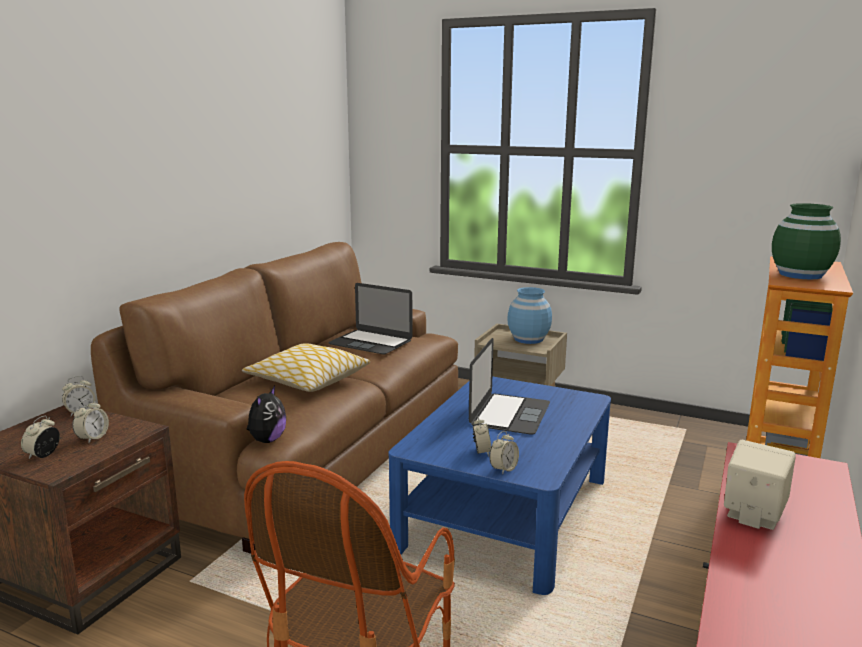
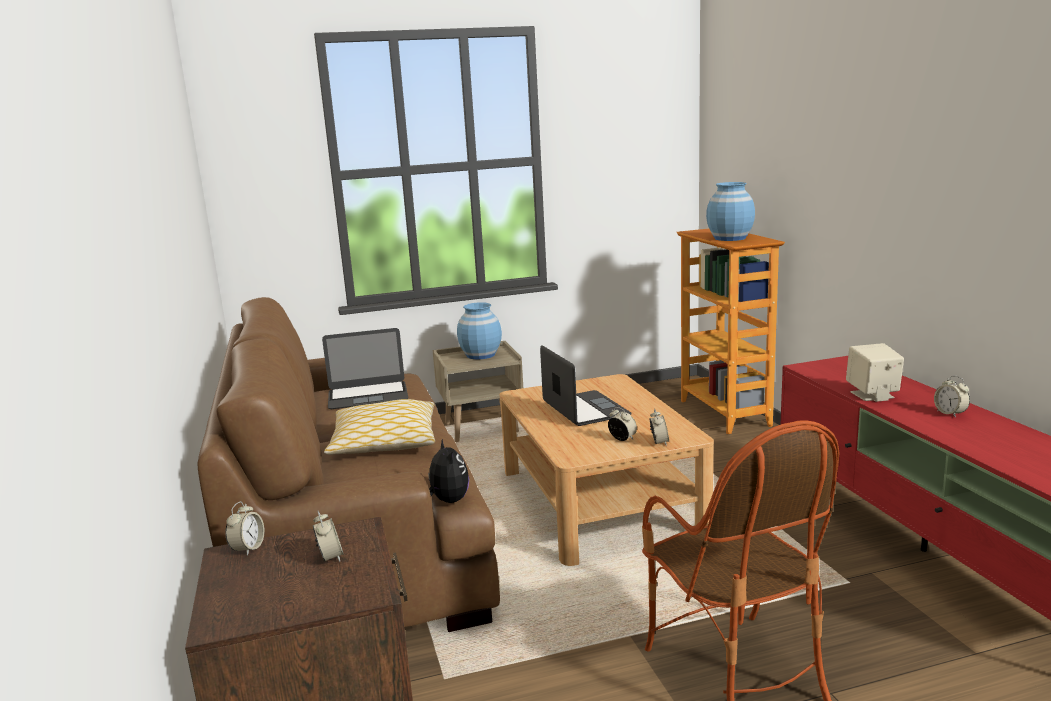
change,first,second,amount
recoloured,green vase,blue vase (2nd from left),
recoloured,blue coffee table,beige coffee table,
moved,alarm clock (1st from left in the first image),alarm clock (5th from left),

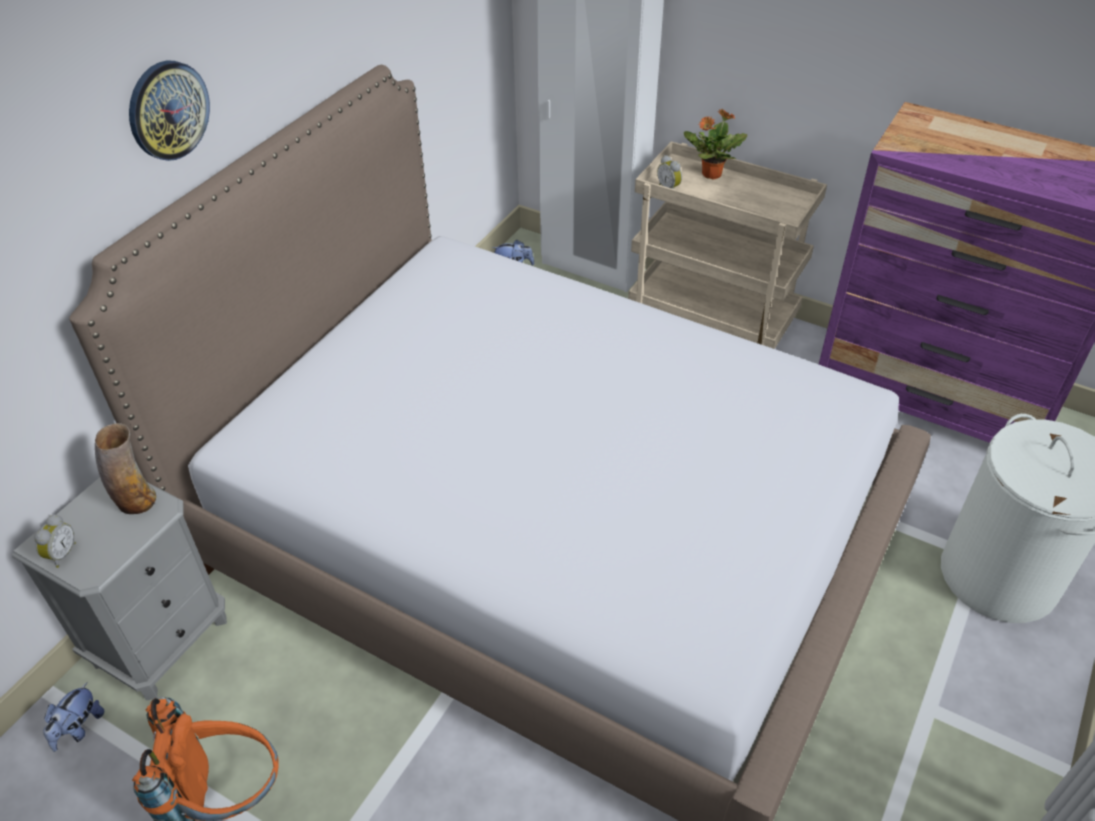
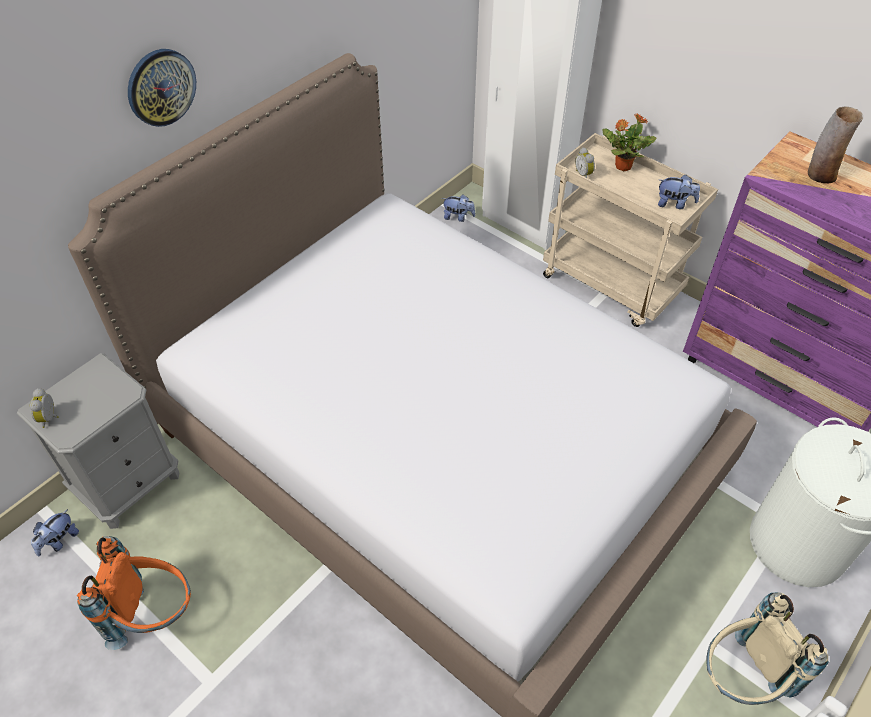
change,first,second,amount
moved,vase,,
turned,alarm clock (1st from left),,150 degrees clockwise
added,,plush toy (3rd from left),
added,,beige backpack,

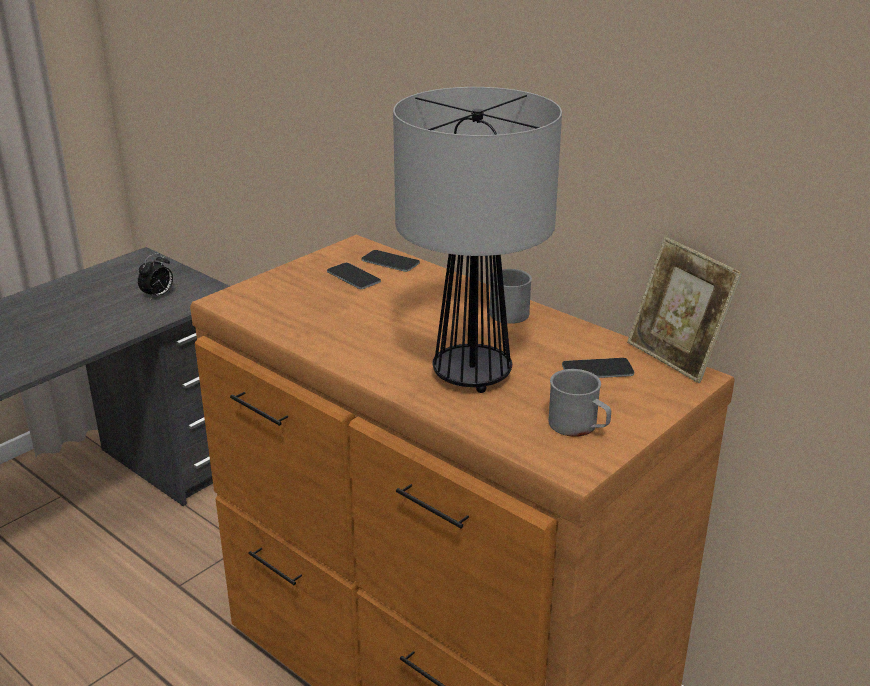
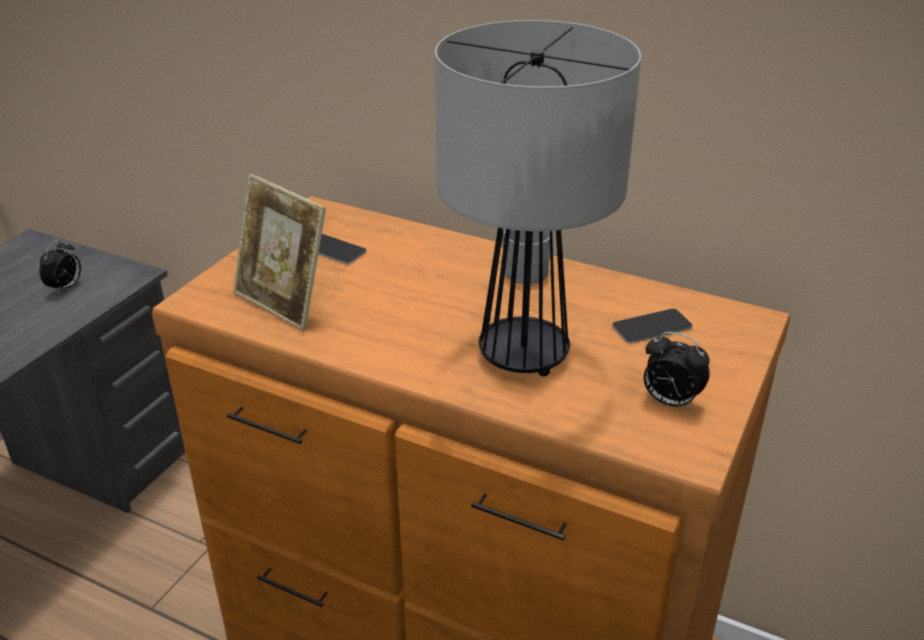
change,first,second,amount
moved,picture frame,,
removed,phone (2nd from left),,
replaced,grey mug (2nd from left),alarm clock (2nd from left),

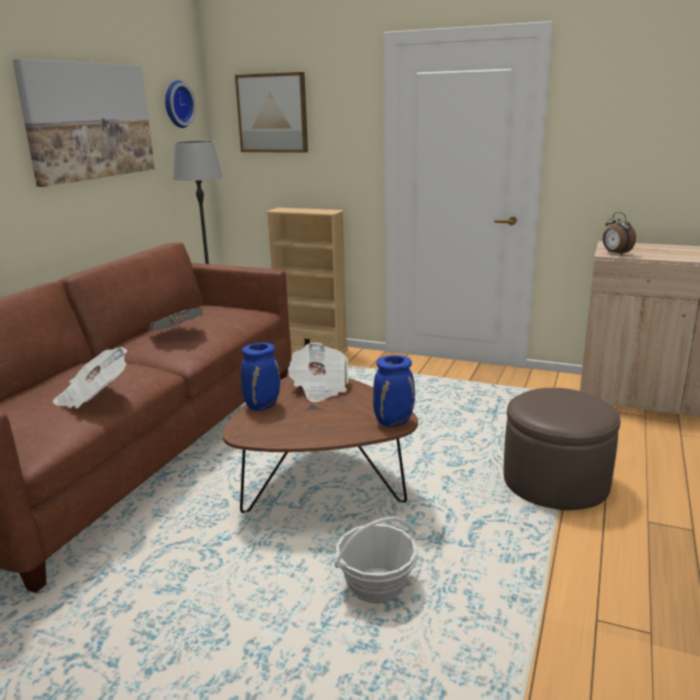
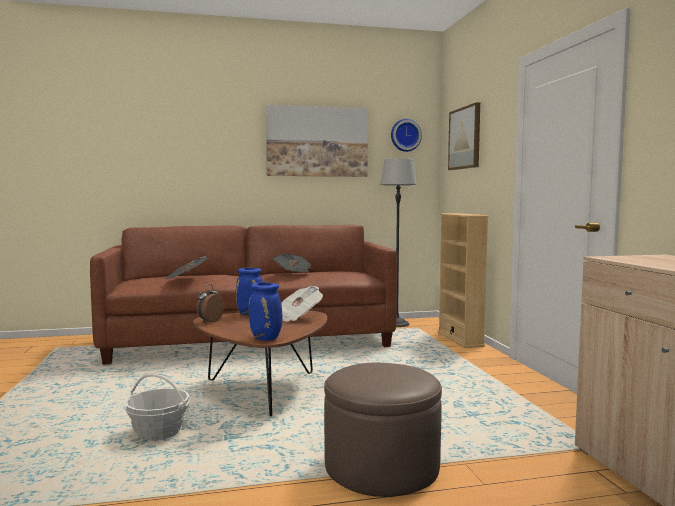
change,first,second,amount
moved,alarm clock,,

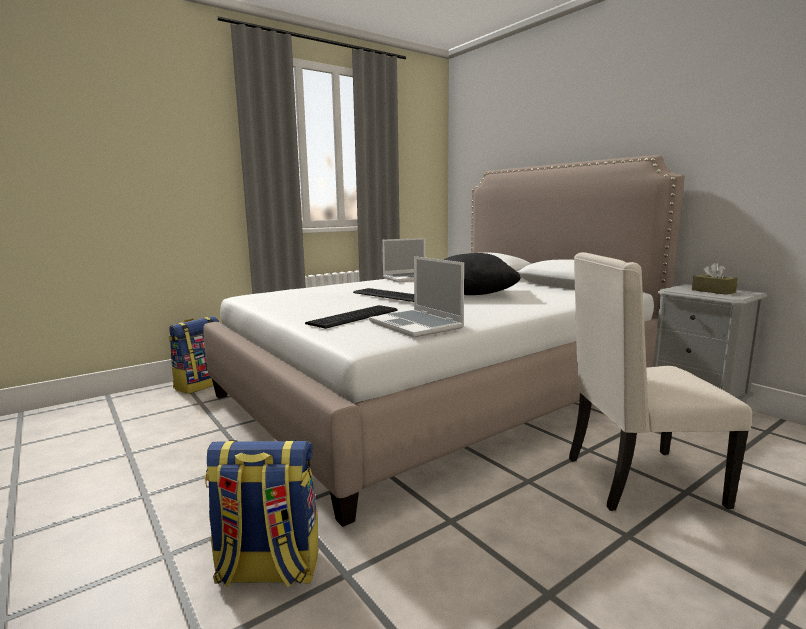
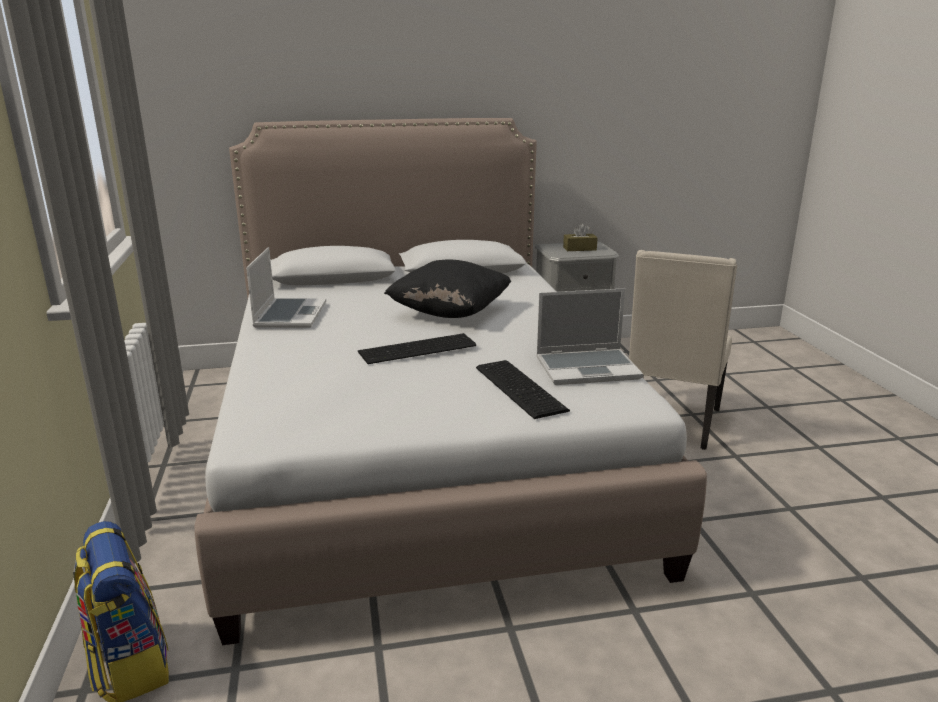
change,first,second,amount
removed,backpack (2nd from left),,

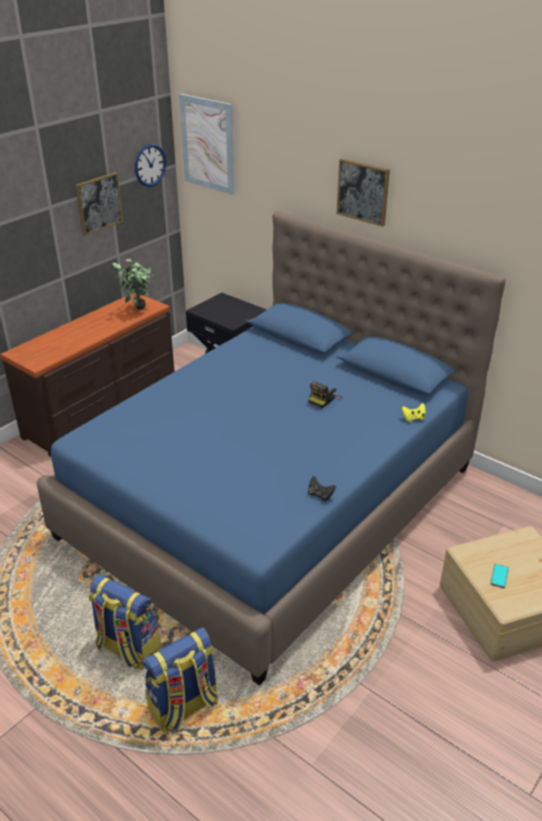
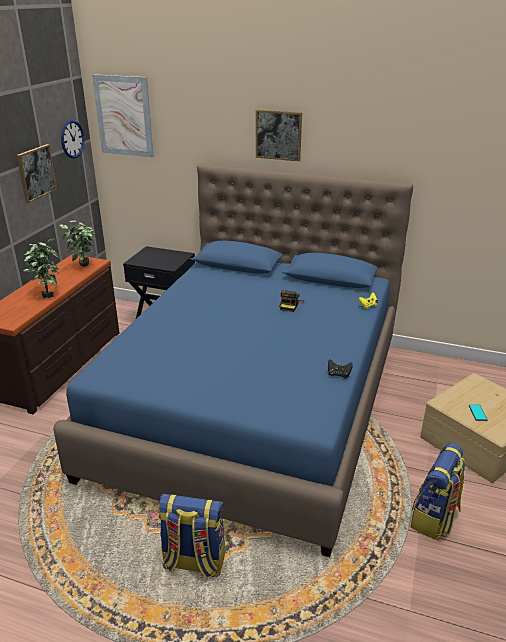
change,first,second,amount
moved,backpack (2nd from left),,
added,,potted plant (1st from left),

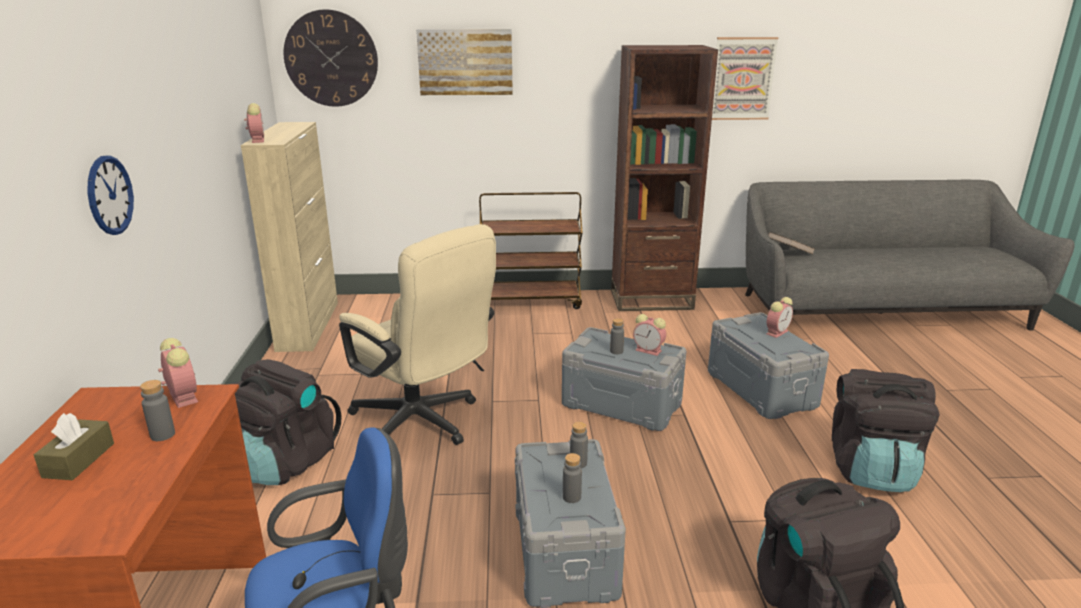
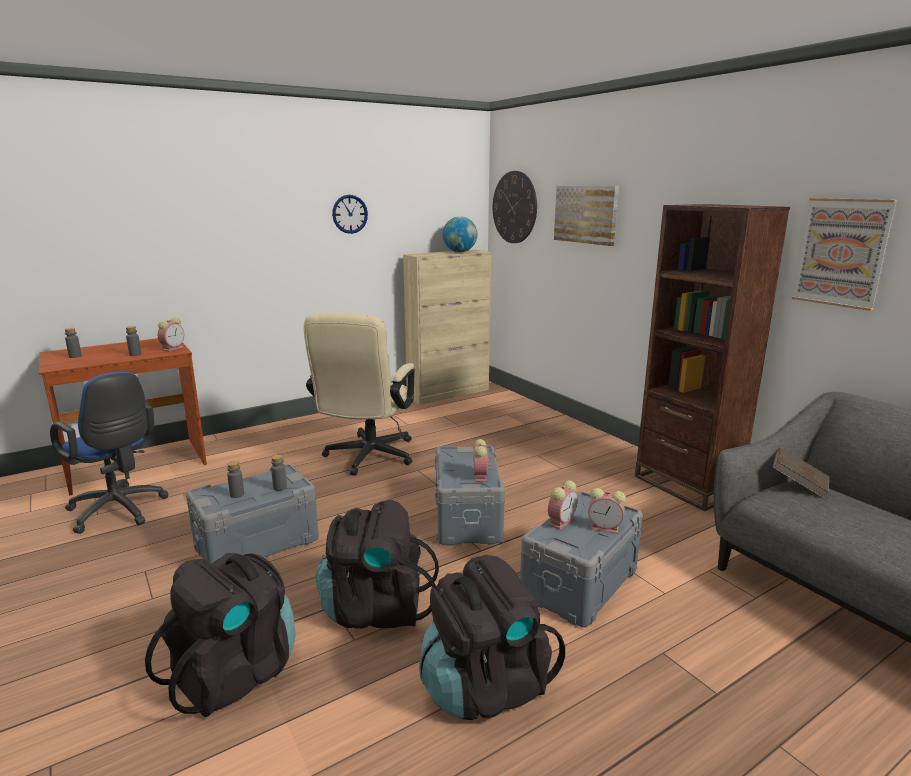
change,first,second,amount
moved,alarm clock (2nd from left in the first image),alarm clock (3rd from left),
moved,wall clock (1st from left),,
removed,brown cart,,
moved,grey bottle (4th from left in the first image),grey bottle (1st from left),
moved,black backpack (1st from left in the first image),black backpack (2nd from left),
removed,brown tissue box,,
added,,globe,

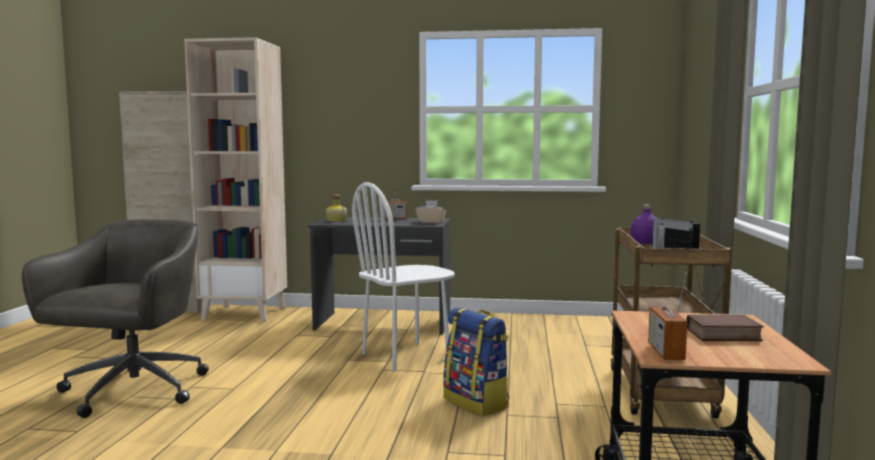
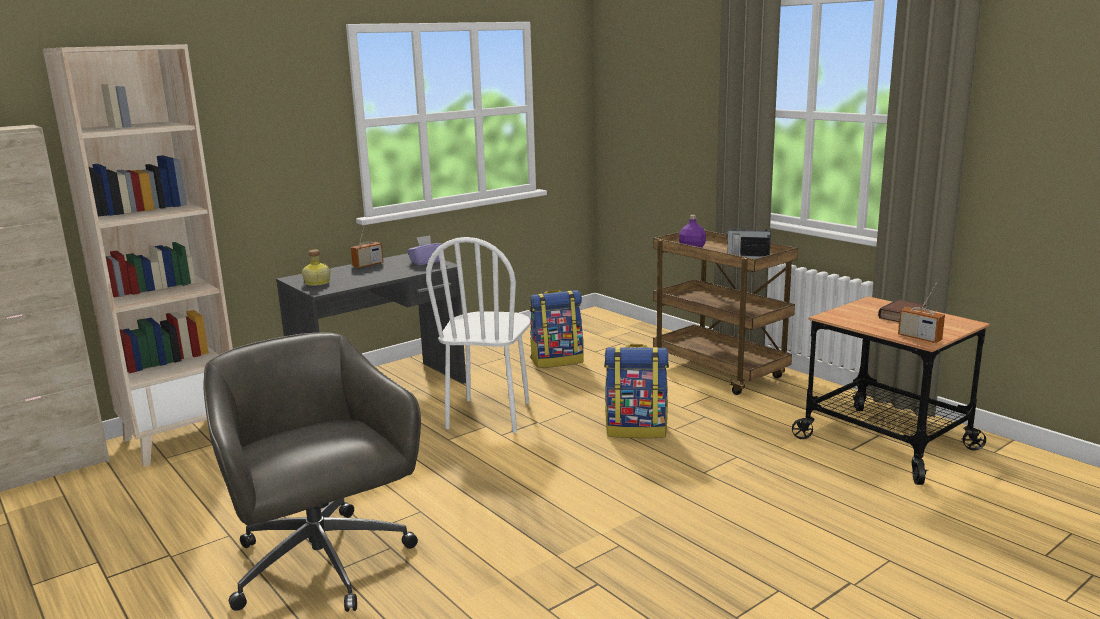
change,first,second,amount
recoloured,beige tissue box,purple tissue box,
added,,backpack (1st from left),

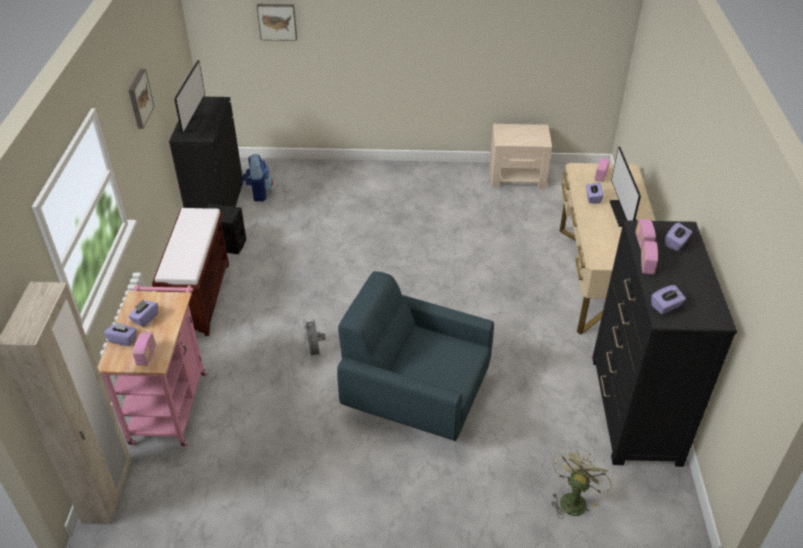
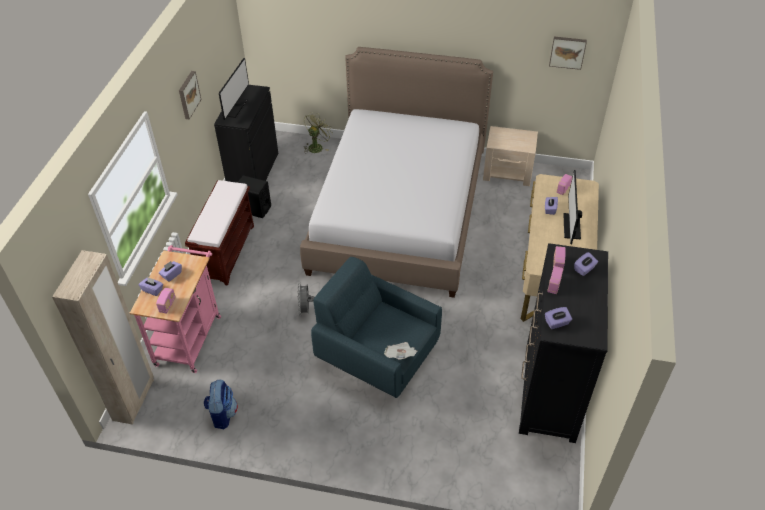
change,first,second,amount
moved,picture (2nd from left),,
moved,backpack,,
moved,green fan,,
added,,bed,
added,,newspaper,

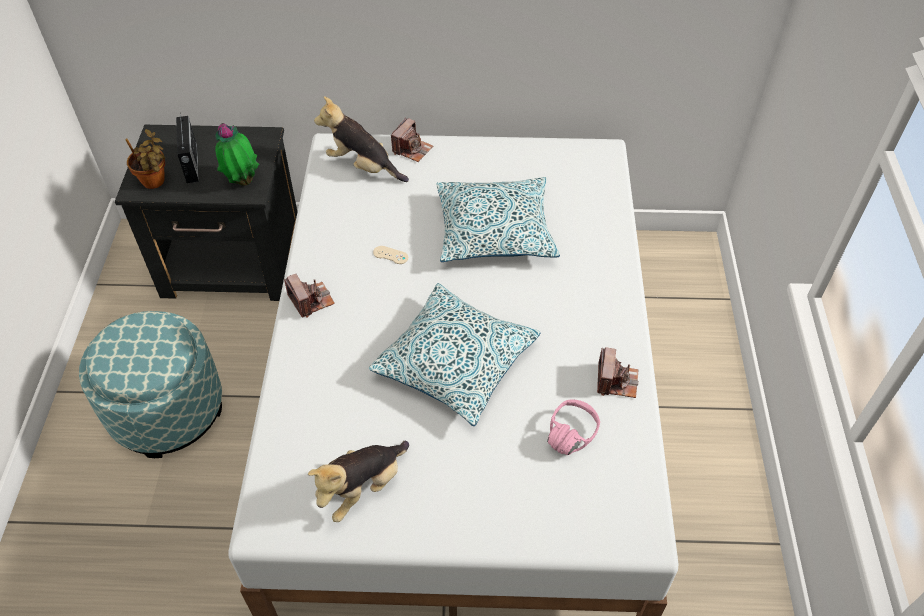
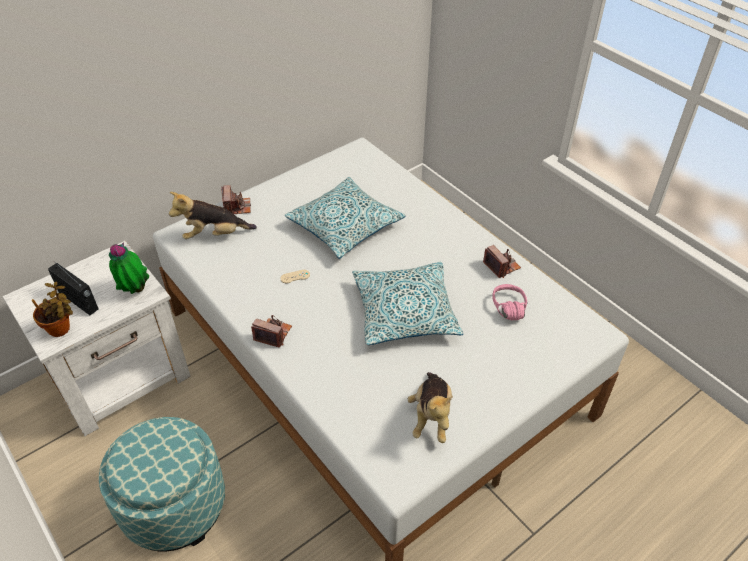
change,first,second,amount
recoloured,black nightstand,white nightstand,

